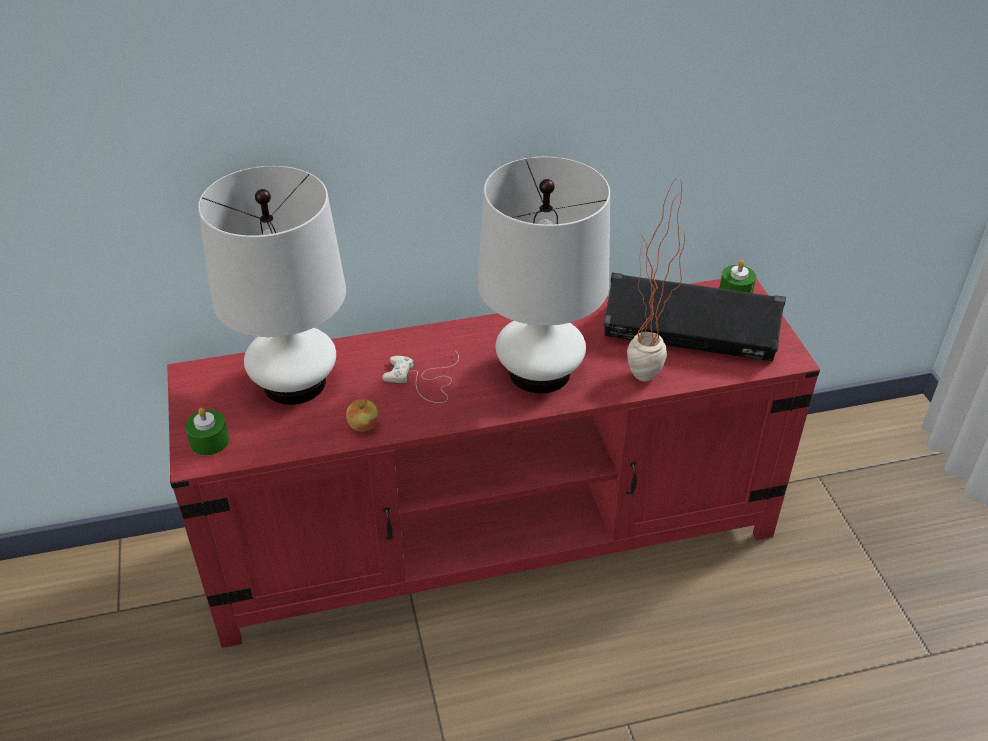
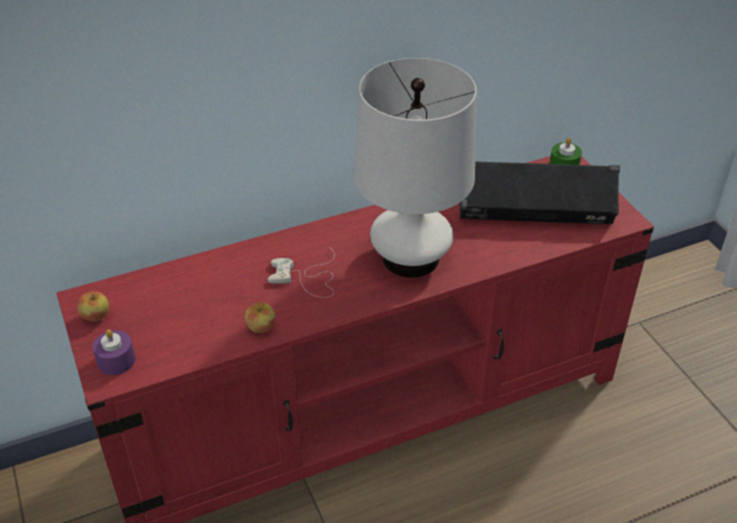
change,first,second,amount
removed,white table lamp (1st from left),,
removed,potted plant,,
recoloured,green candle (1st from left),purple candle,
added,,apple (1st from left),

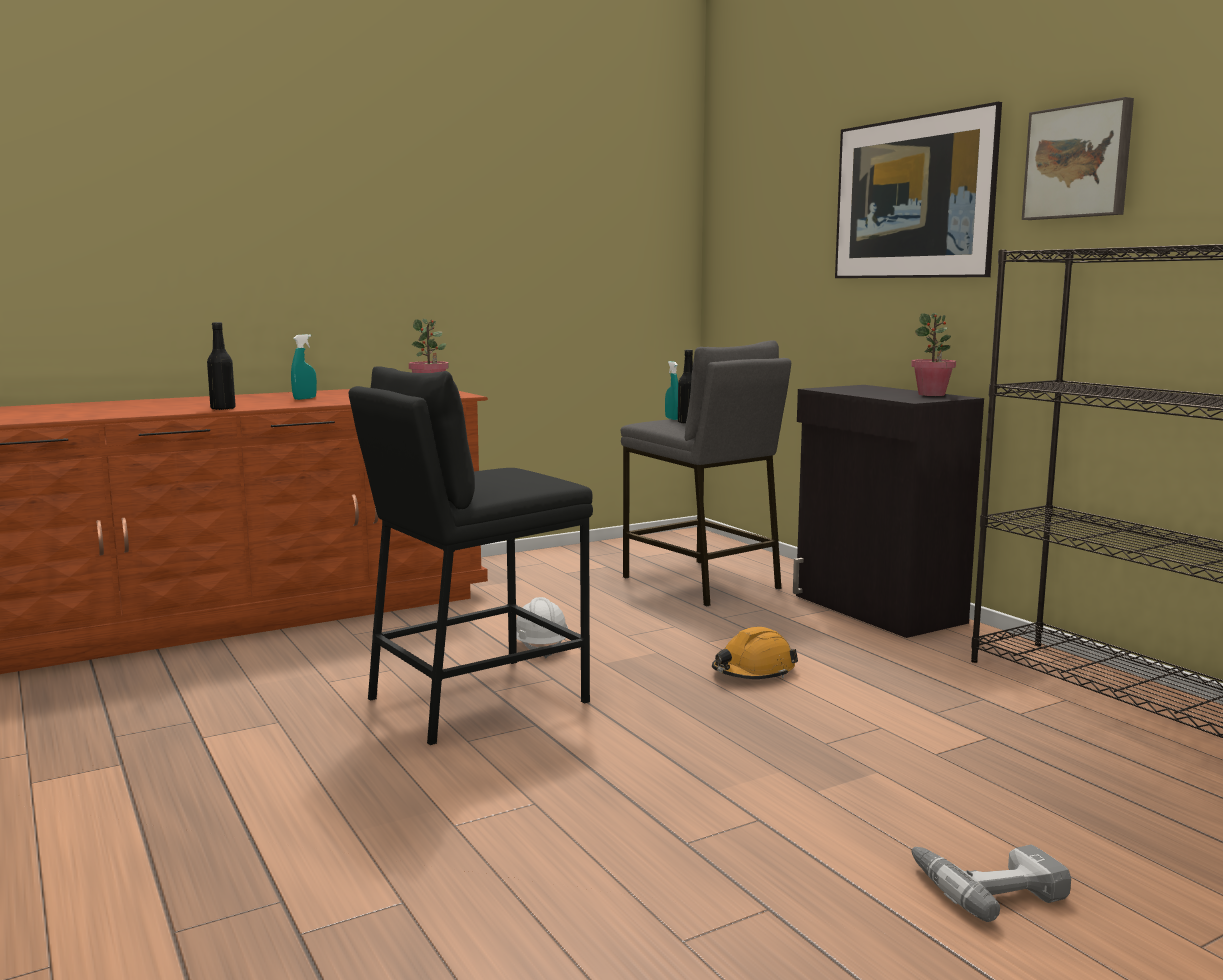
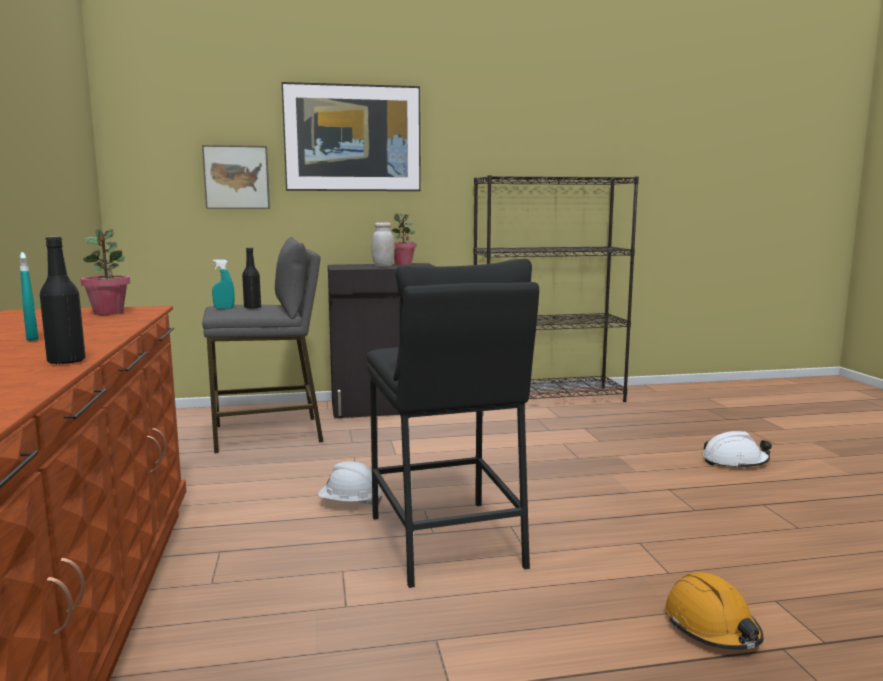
change,first,second,amount
moved,picture (2nd from left in the first image),picture (1st from left),
moved,orange hard hat,,
replaced,power drill,white hard hat (2nd from left),
added,,white jar,

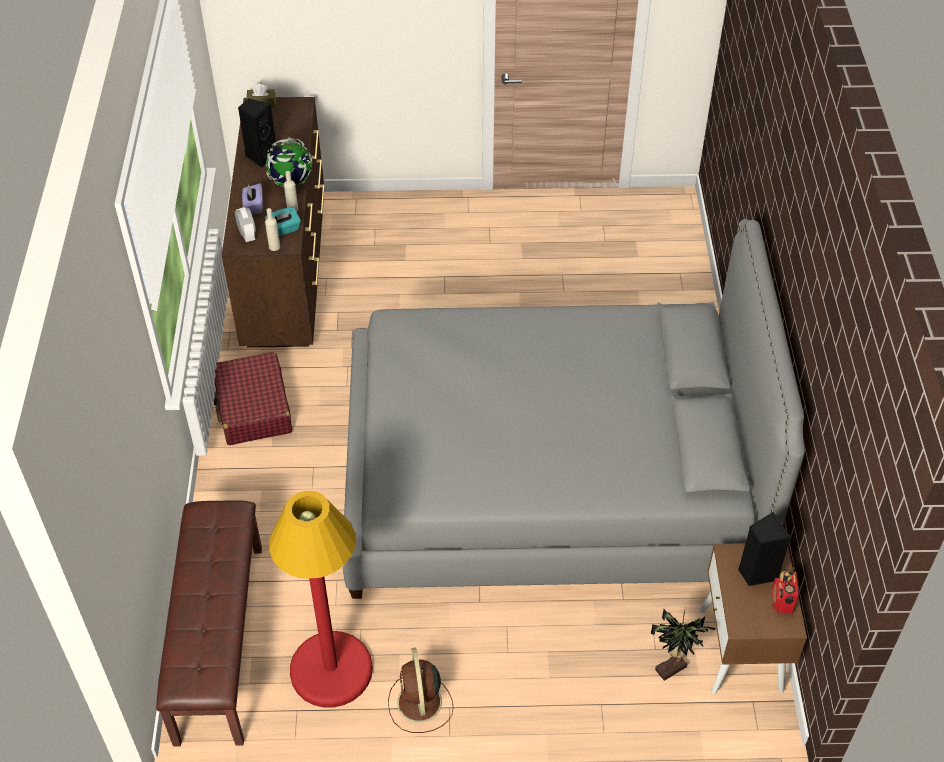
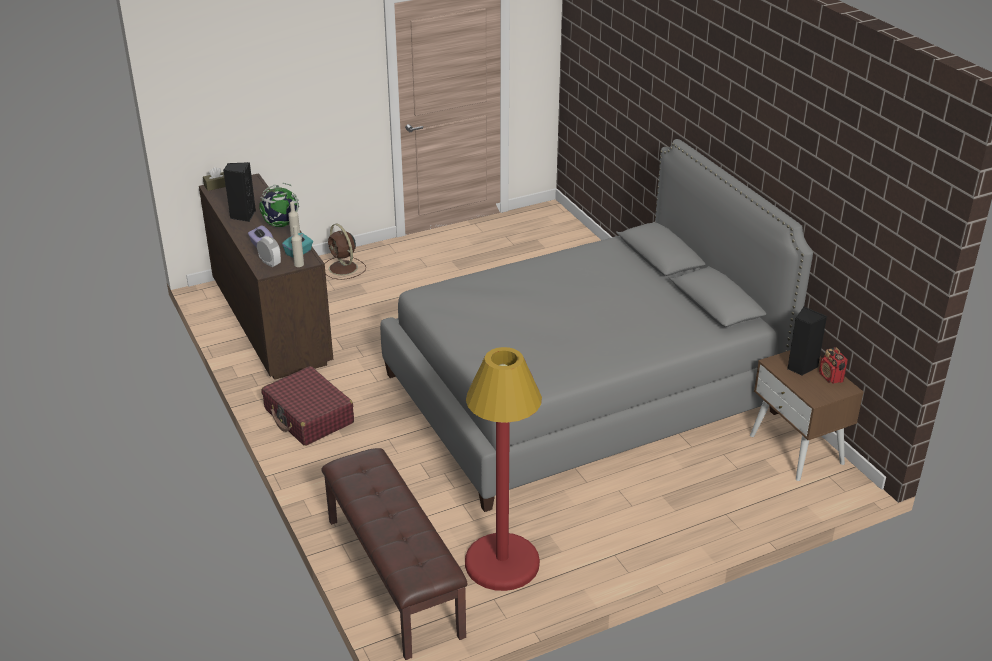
change,first,second,amount
removed,potted plant,,
moved,brown fan,,

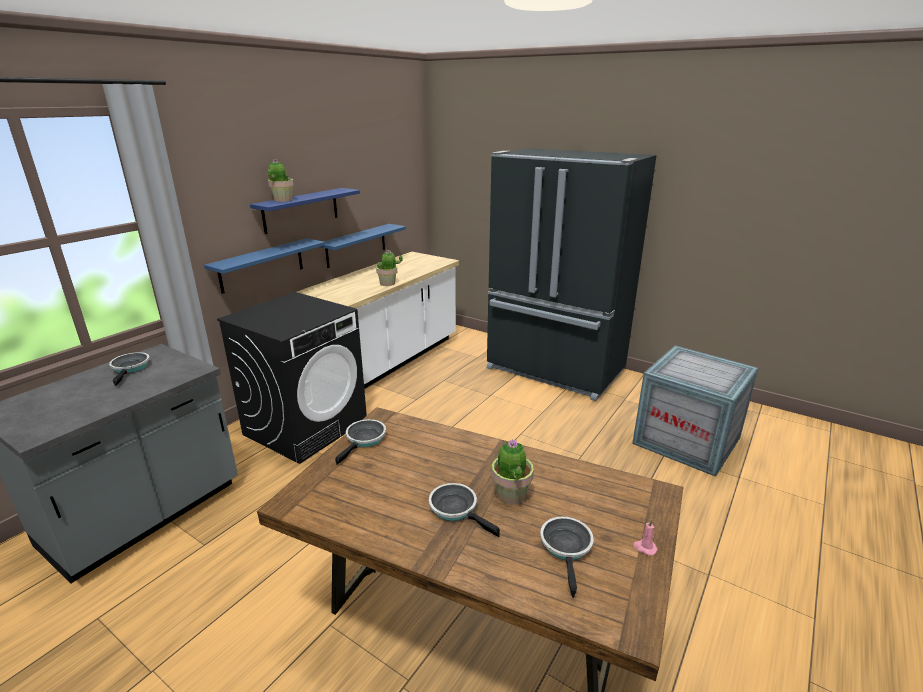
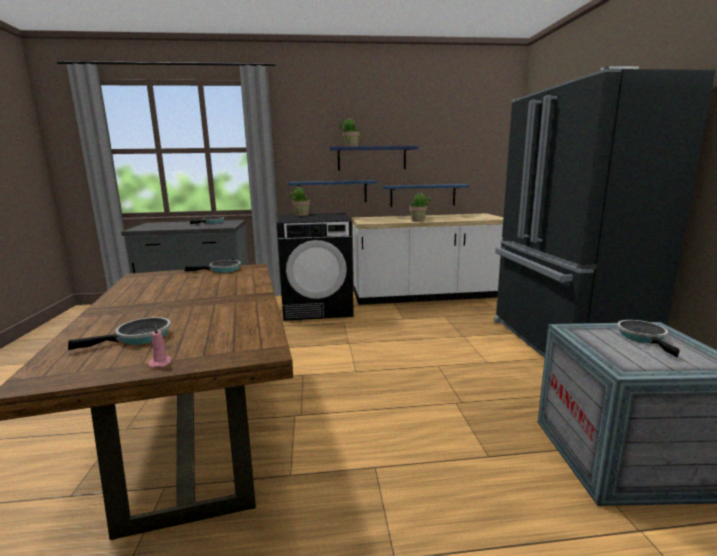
change,first,second,amount
moved,potted plant (3rd from left in the first image),potted plant (1st from left),
moved,frying pan (3rd from left in the first image),frying pan (4th from left),

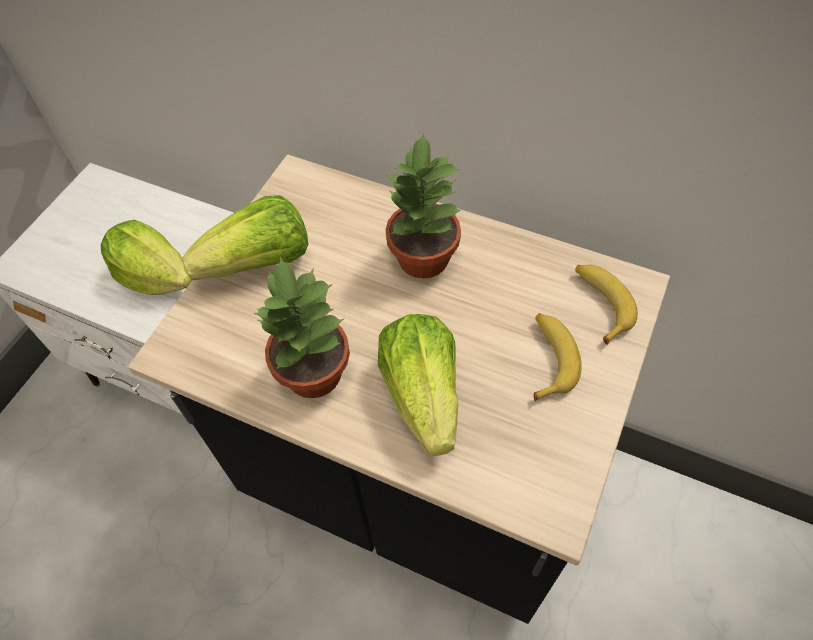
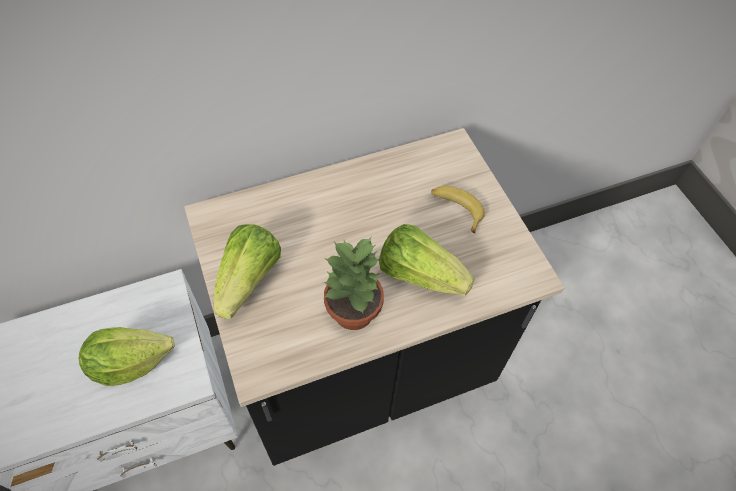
change,first,second,amount
removed,potted plant (2nd from left),,
removed,banana (2nd from left),,

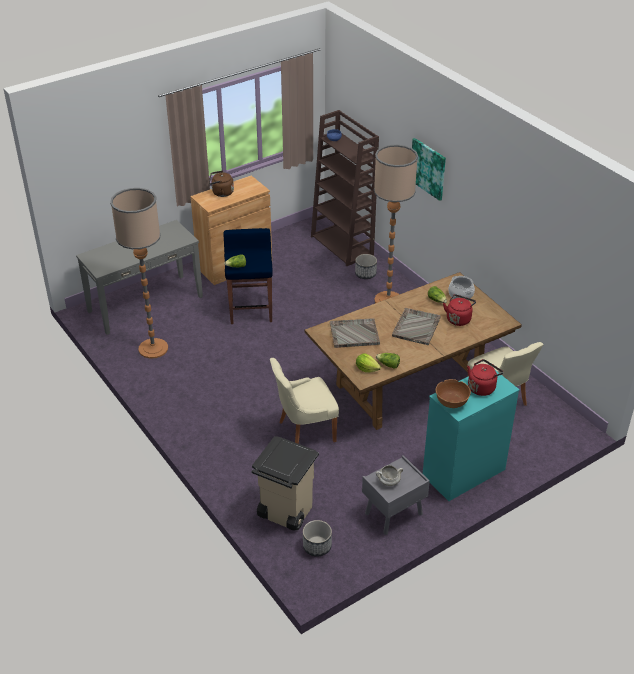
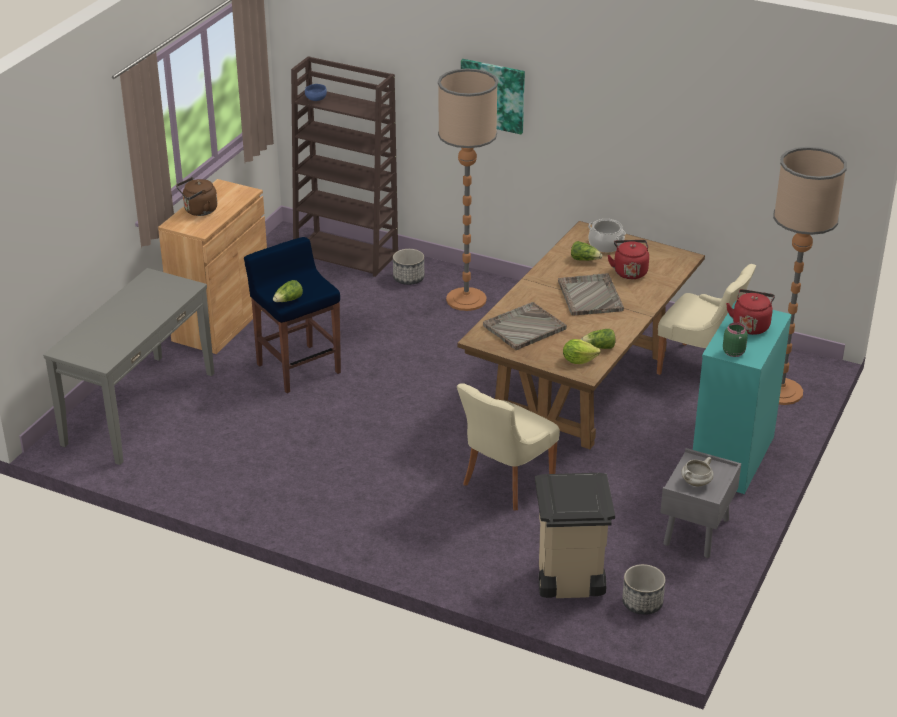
change,first,second,amount
moved,floor lamp (1st from left in the first image),floor lamp (2nd from left),
replaced,brown bowl,green jar,

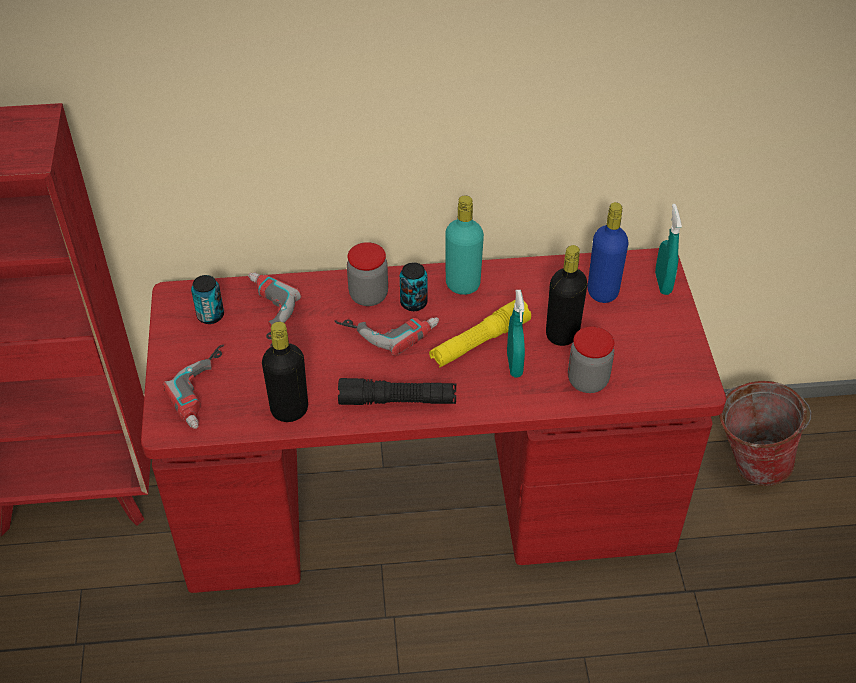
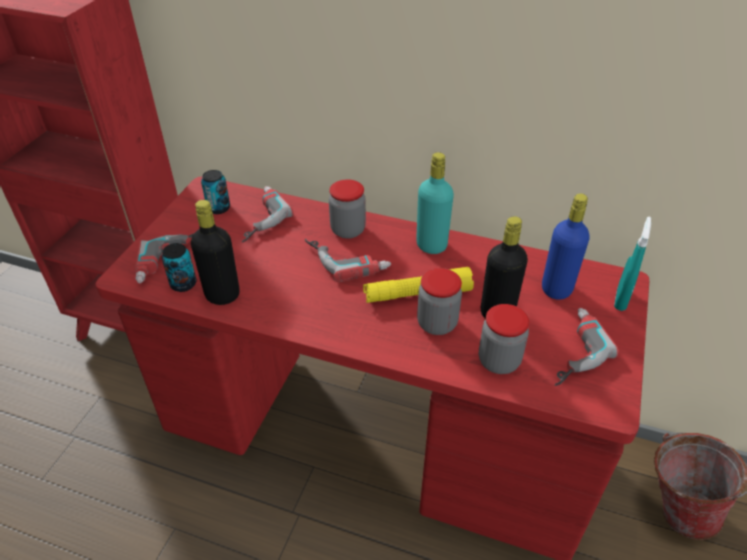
change,first,second,amount
moved,can (2nd from left in the first image),can (1st from left),
replaced,turquoise spray bottle (1st from left),jar (2nd from left),
removed,black flashlight,,
added,,power drill (4th from left),

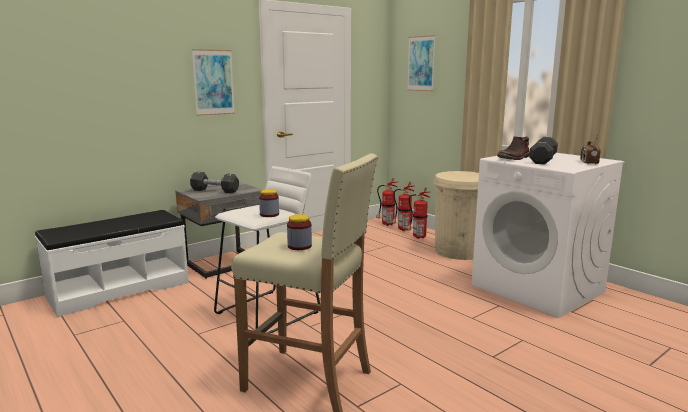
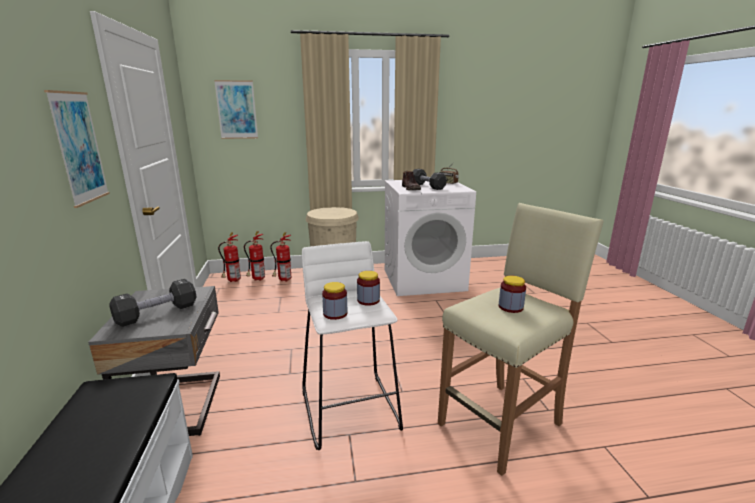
change,first,second,amount
added,,jar (1st from left),

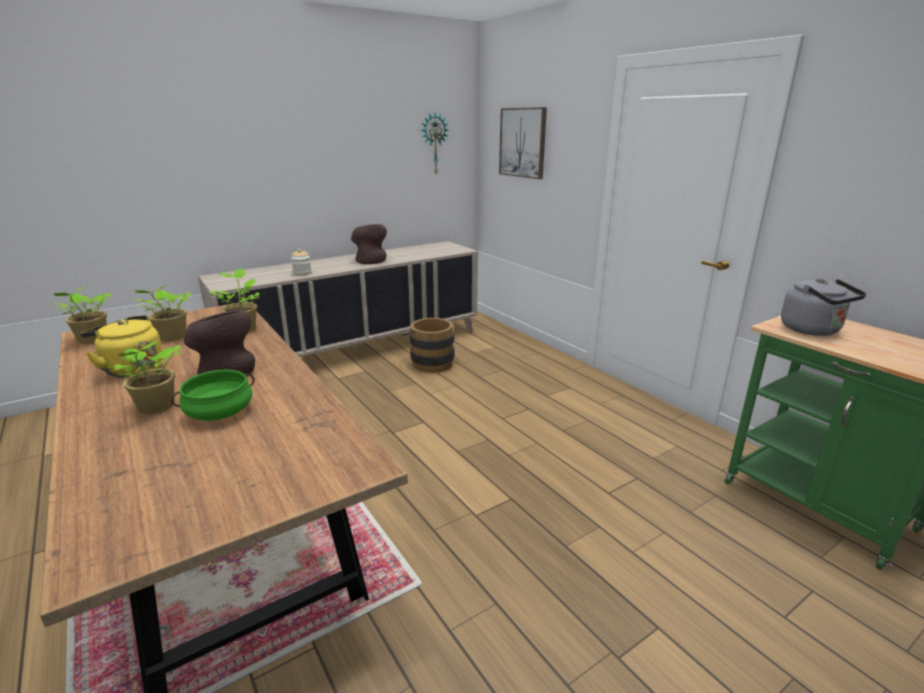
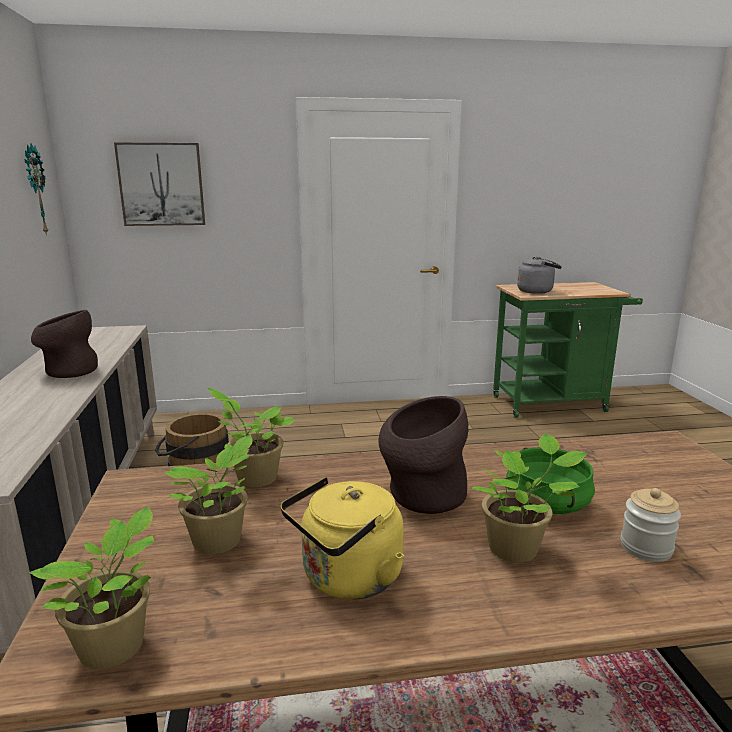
change,first,second,amount
moved,jar,,

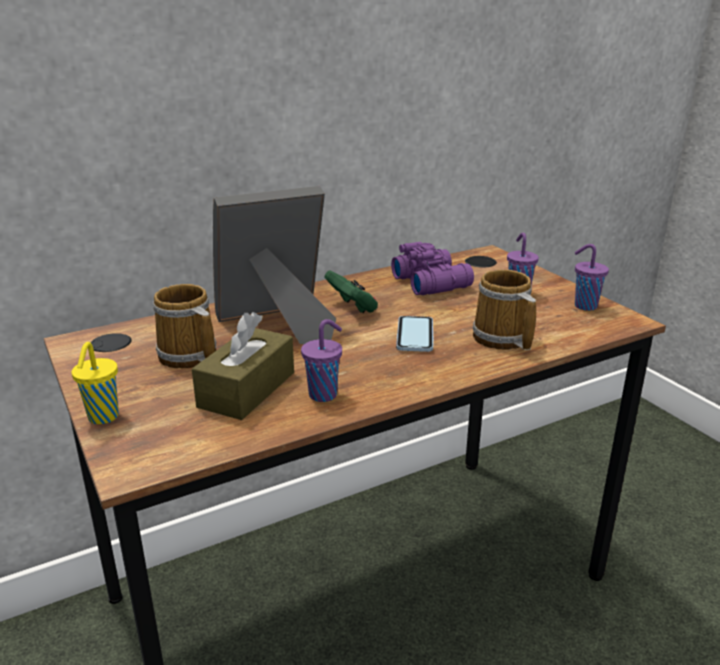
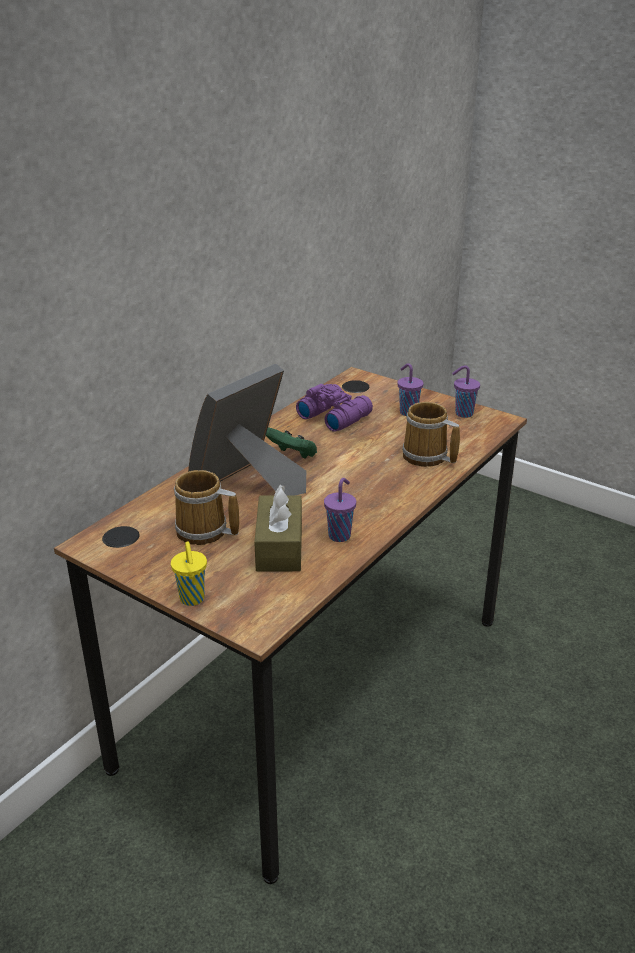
change,first,second,amount
removed,phone,,

